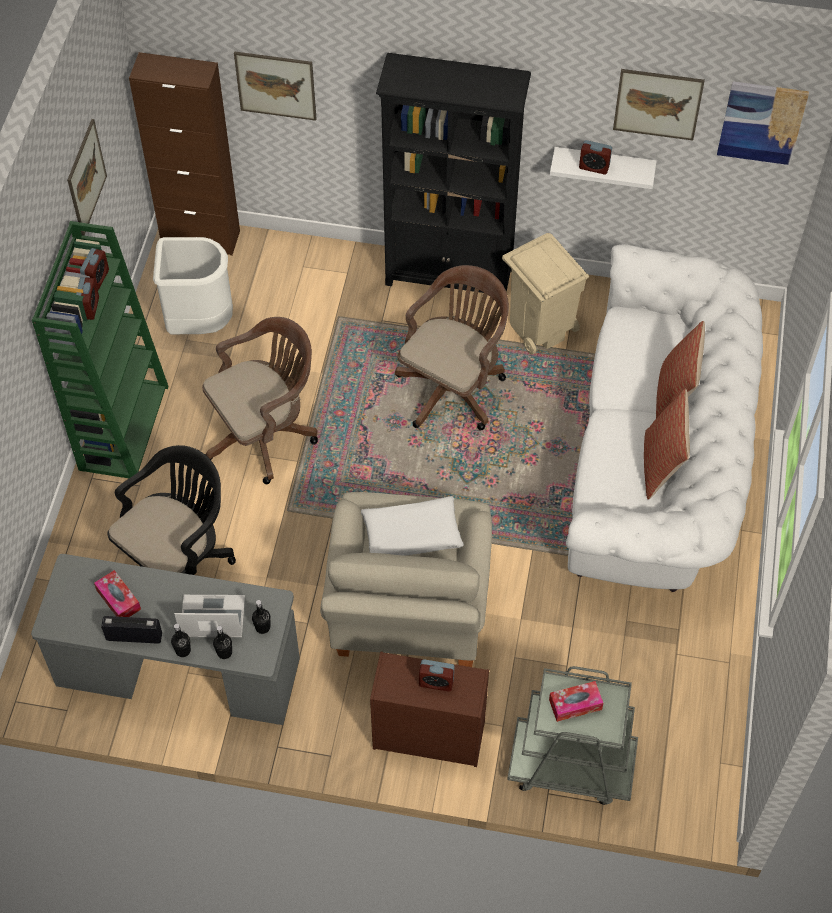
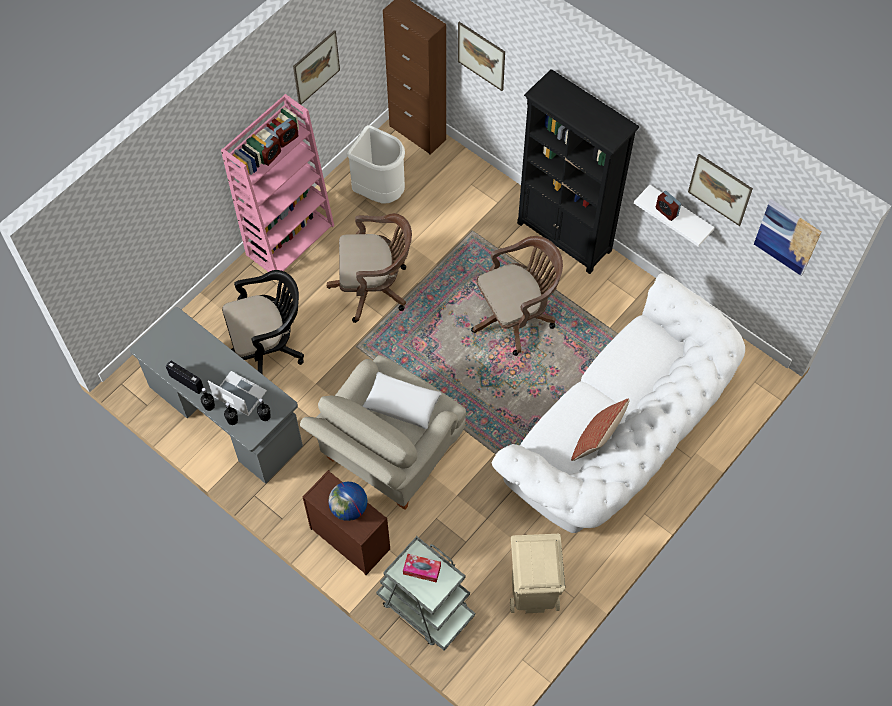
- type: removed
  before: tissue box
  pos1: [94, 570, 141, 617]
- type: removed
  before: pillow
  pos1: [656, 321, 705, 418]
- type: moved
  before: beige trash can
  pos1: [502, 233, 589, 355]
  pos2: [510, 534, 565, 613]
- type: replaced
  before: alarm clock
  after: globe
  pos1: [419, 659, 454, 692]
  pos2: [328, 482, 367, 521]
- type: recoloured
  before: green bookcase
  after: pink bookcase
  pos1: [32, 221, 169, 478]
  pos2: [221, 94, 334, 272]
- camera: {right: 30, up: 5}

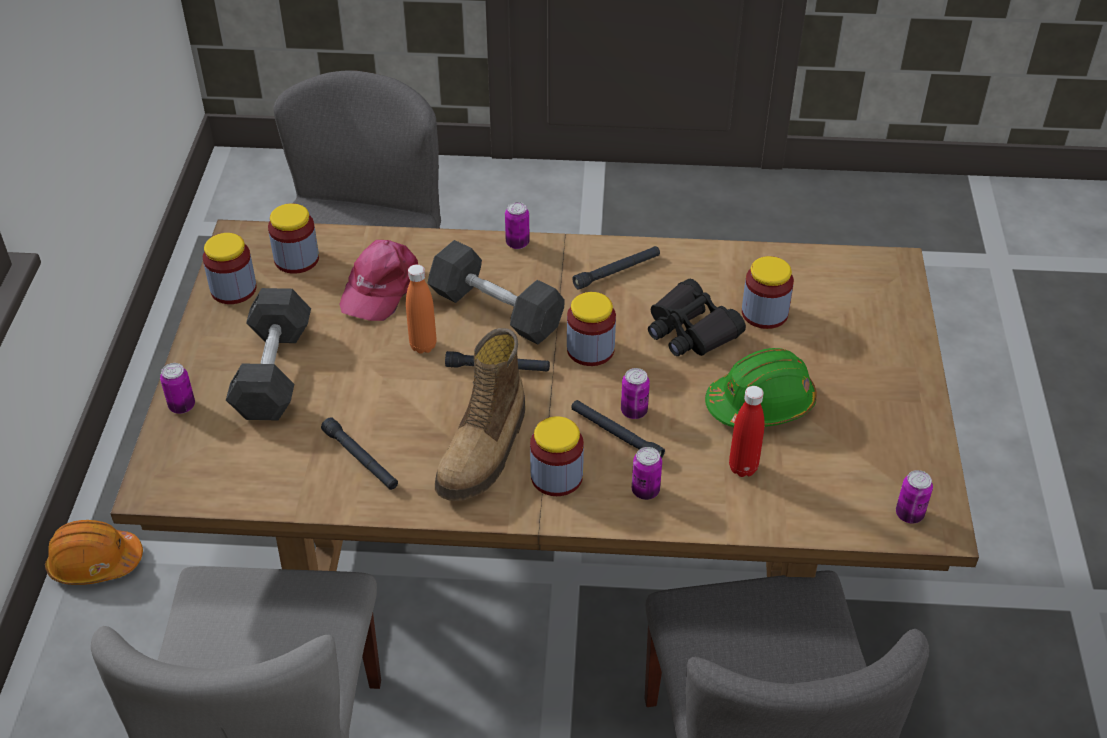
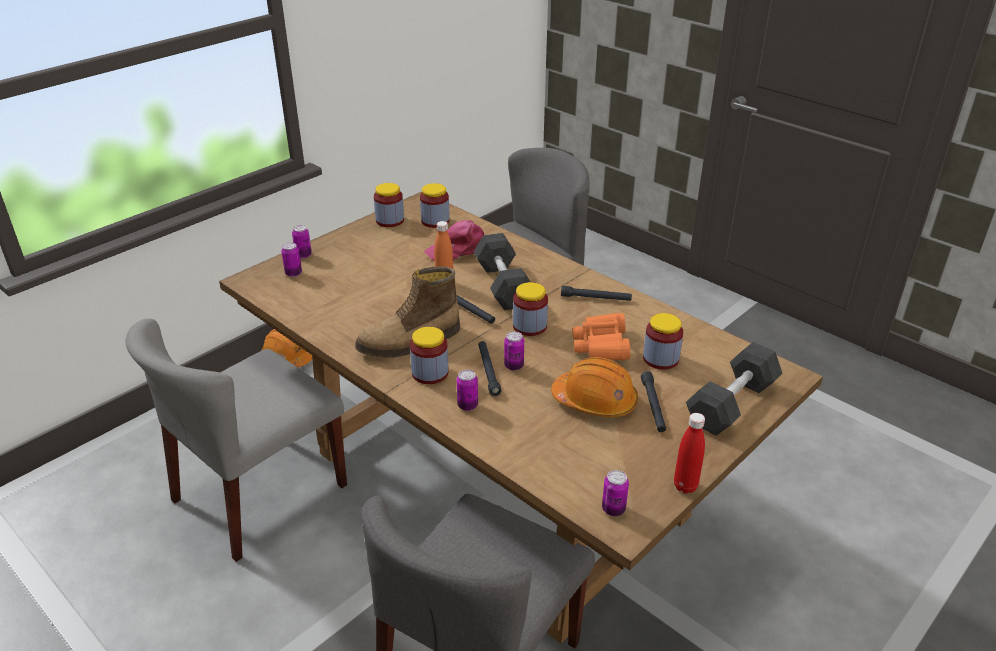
- type: moved
  before: grey dumbbell
  pos1: [226, 288, 311, 421]
  pos2: [686, 342, 783, 436]
- type: moved
  before: black flashlight
  pos1: [321, 417, 398, 490]
  pos2: [641, 371, 666, 432]
- type: moved
  before: can
  pos1: [505, 202, 530, 249]
  pos2: [281, 243, 302, 277]
- type: moved
  before: red bottle
  pos1: [729, 386, 765, 477]
  pos2: [674, 413, 705, 494]
- type: recoloured
  before: black binoculars
  after: orange binoculars
  pos1: [648, 279, 746, 356]
  pos2: [573, 313, 630, 361]
- type: recoloured
  before: green hard hat
  after: orange hard hat
  pos1: [705, 348, 817, 427]
  pos2: [551, 357, 638, 417]
- camera: {right: 40, up: -10}

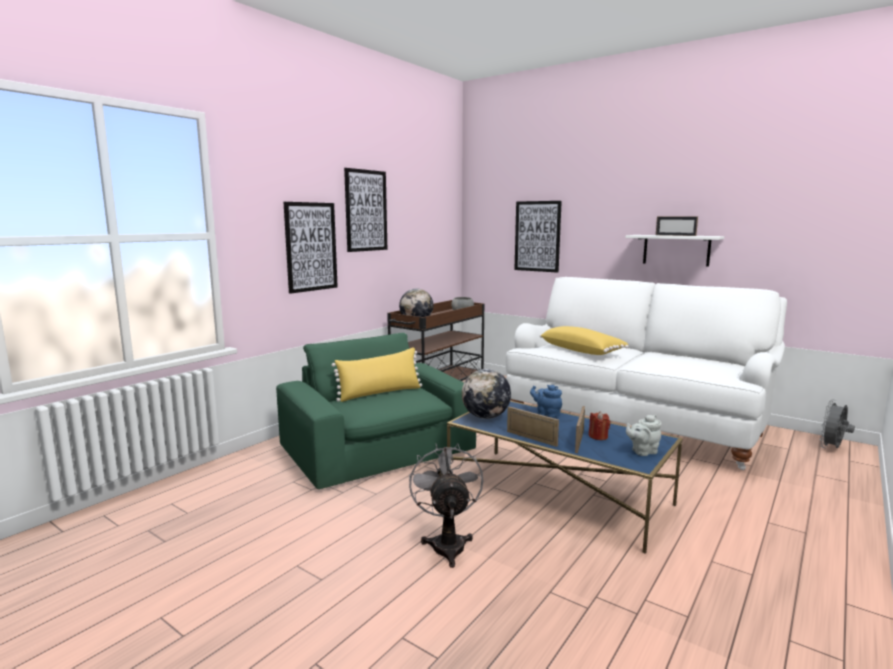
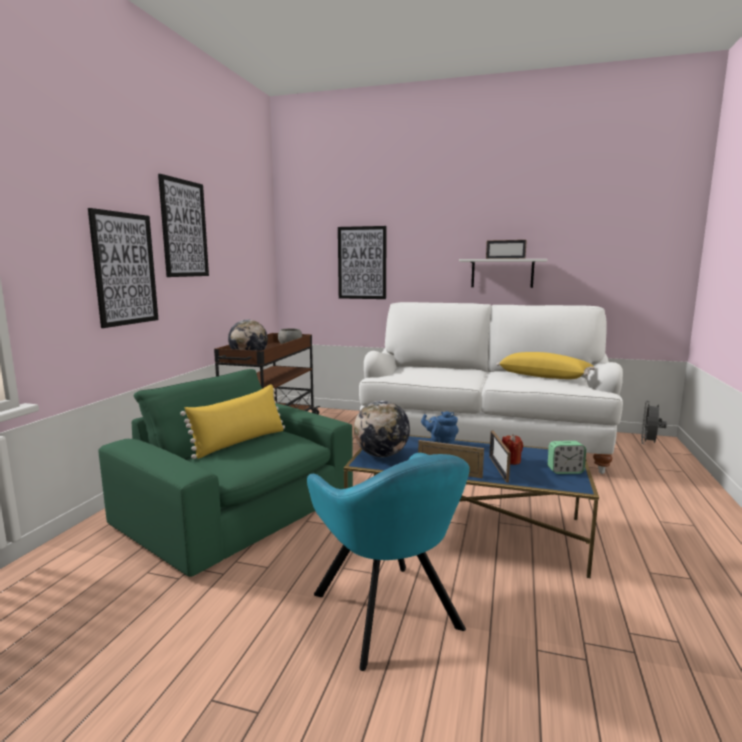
- type: moved
  before: yellow pillow
  pos1: [540, 326, 629, 355]
  pos2: [496, 352, 596, 379]
- type: replaced
  before: grey fan
  after: turquoise armchair
  pos1: [409, 443, 483, 568]
  pos2: [307, 453, 470, 671]
- type: replaced
  before: grey teapot
  after: alarm clock
  pos1: [626, 415, 662, 456]
  pos2: [548, 441, 586, 474]
- camera: {right: -20, up: 0}

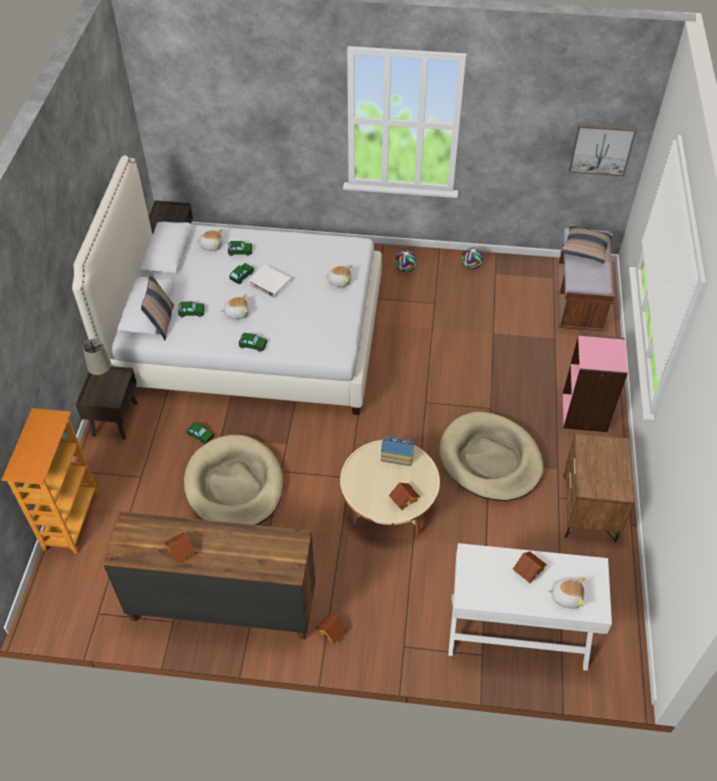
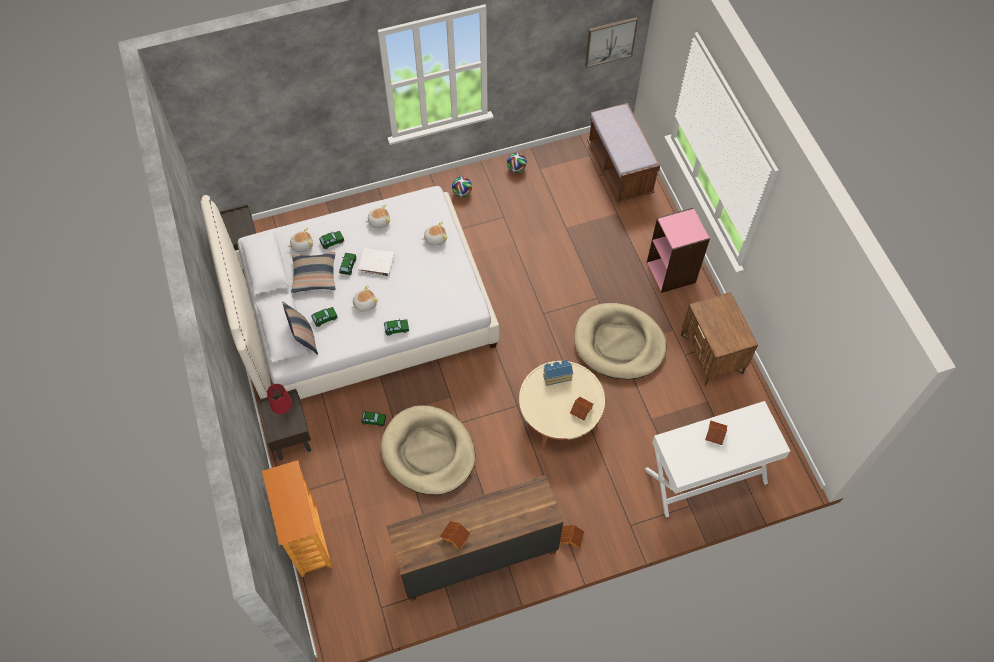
- type: moved
  before: plush toy
  pos1: [547, 577, 585, 609]
  pos2: [365, 204, 390, 228]
- type: moved
  before: pillow
  pos1: [561, 224, 613, 263]
  pos2: [291, 252, 336, 293]
- type: recoloured
  before: beige table lamp
  after: red table lamp
  pos1: [83, 339, 111, 389]
  pos2: [267, 384, 292, 419]
- camera: {right: -25, up: 10}

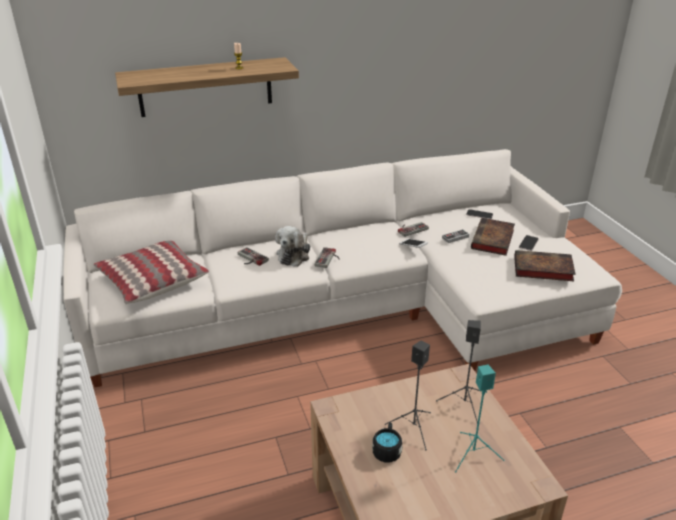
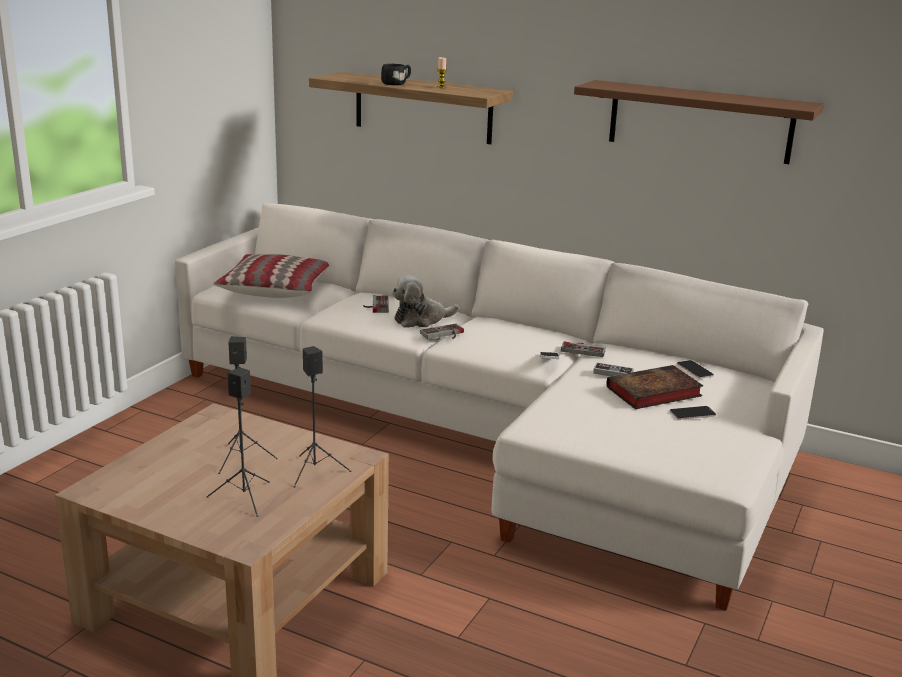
- type: removed
  before: book
  pos1: [514, 250, 576, 281]
- type: added
  after: brown shelf
  pos2: [574, 80, 824, 164]
- type: moved
  before: black mug
  pos1: [372, 422, 402, 462]
  pos2: [381, 64, 411, 85]
- type: recoloured
  before: turquoise speaker
  after: black speaker
  pos1: [455, 365, 505, 472]
  pos2: [206, 367, 270, 517]
- camera: {right: 45, up: -10}

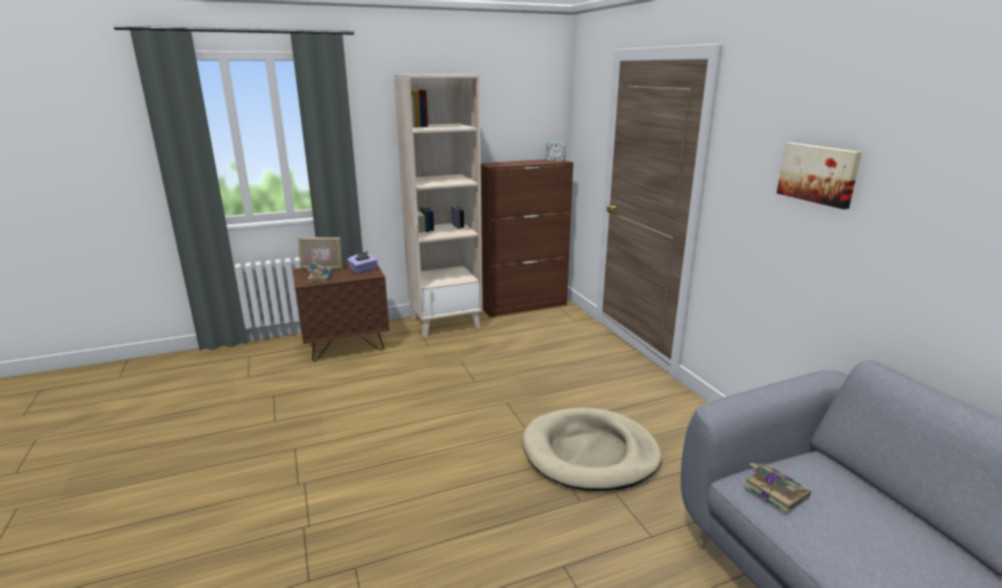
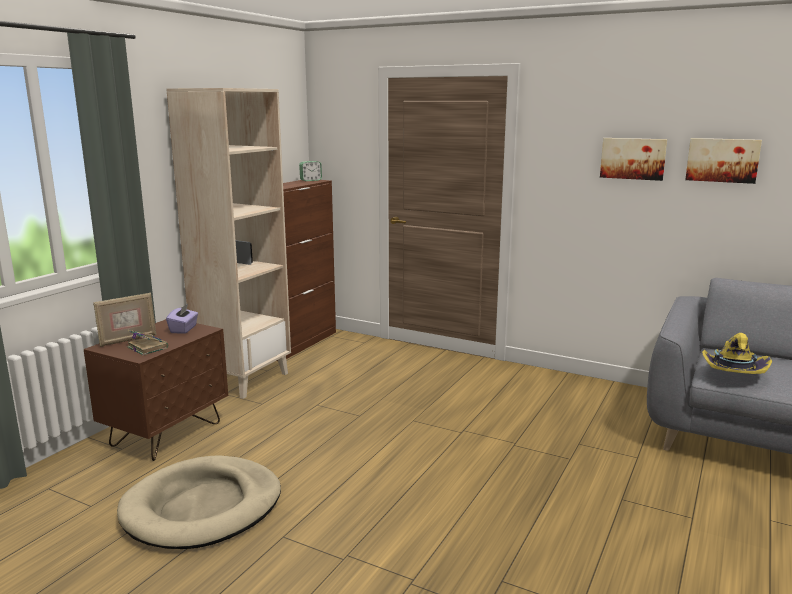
- type: added
  after: picture
  pos2: [685, 138, 762, 184]
- type: moved
  before: beige dog bed
  pos1: [522, 407, 662, 491]
  pos2: [117, 456, 281, 549]
- type: replaced
  before: book
  after: yellow hat
  pos1: [744, 463, 811, 514]
  pos2: [702, 333, 772, 374]
- camera: {right: -40, up: -5}

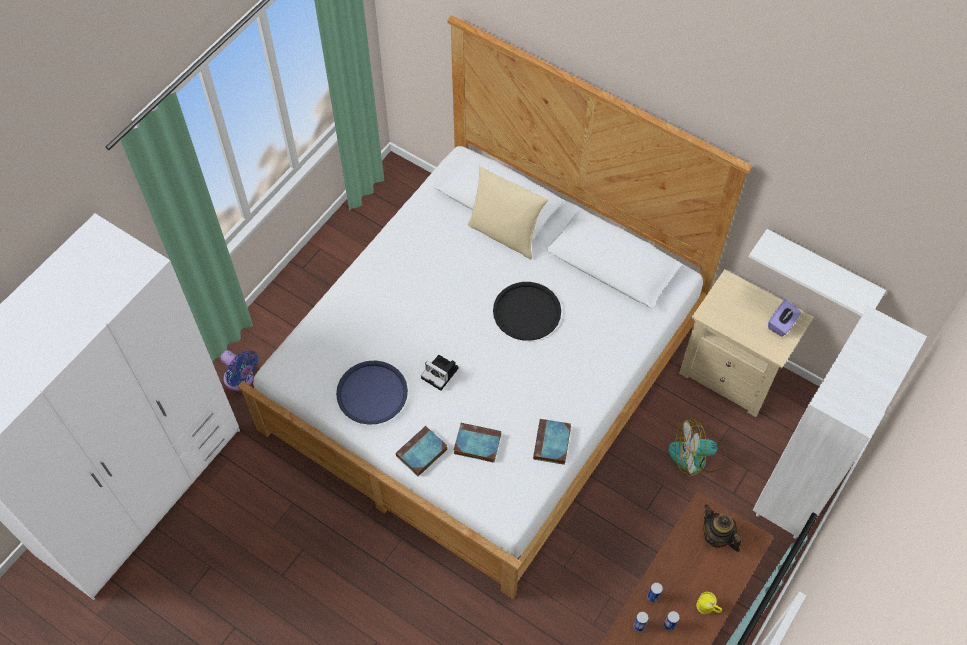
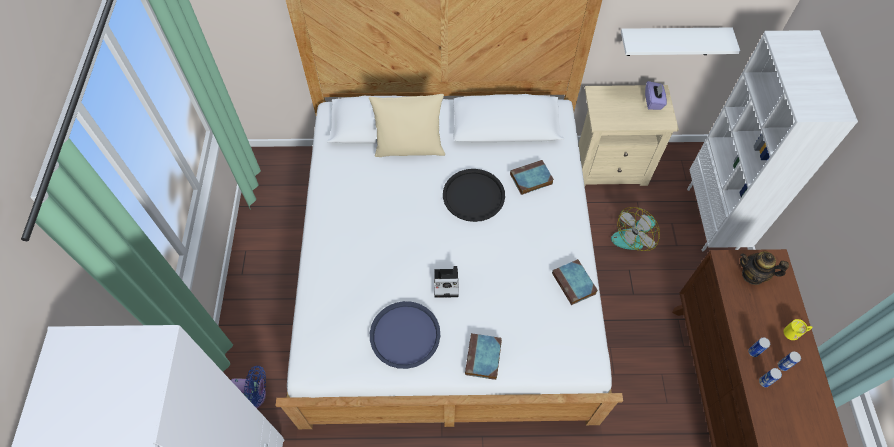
- type: moved
  before: book
  pos1: [454, 423, 501, 463]
  pos2: [510, 160, 554, 195]
- camera: {right: -35, up: 0}

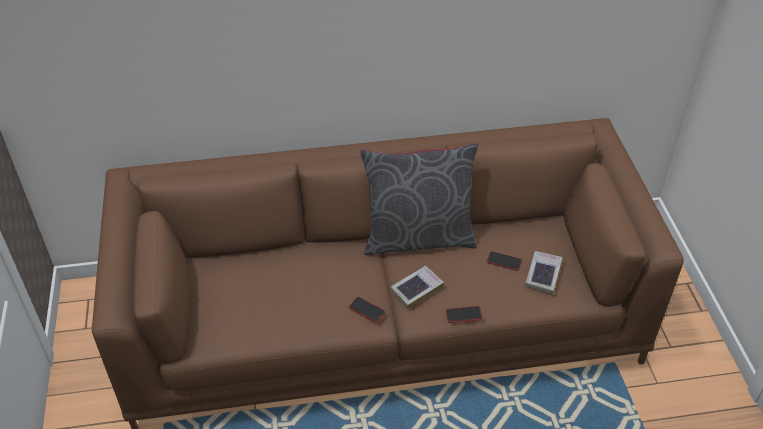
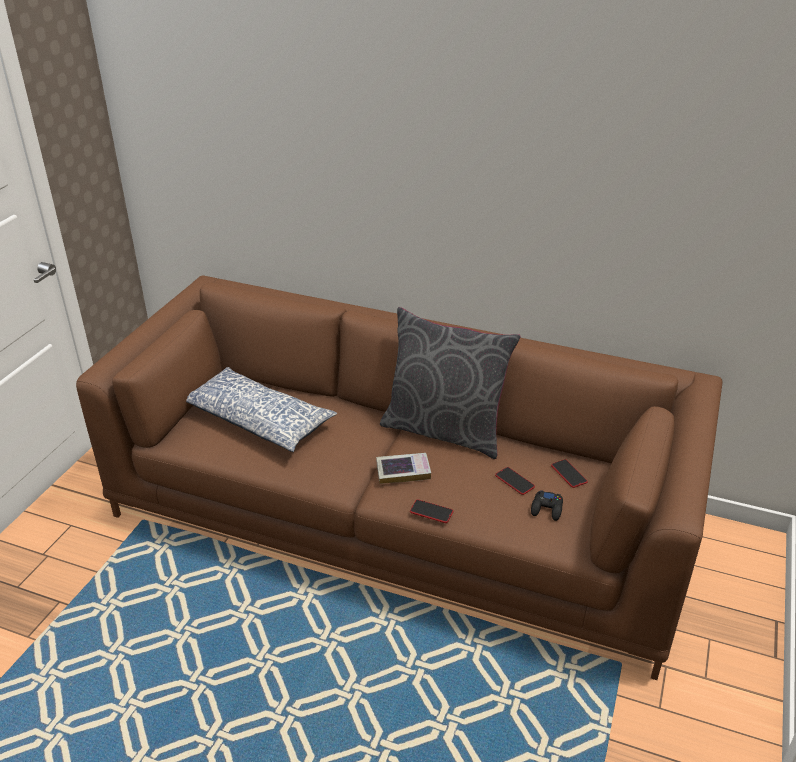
- type: added
  after: pillow
  pos2: [186, 367, 337, 452]
- type: moved
  before: phone
  pos1: [349, 297, 386, 323]
  pos2: [551, 459, 588, 488]
- type: replaced
  before: book
  after: black game controller
  pos1: [525, 251, 563, 295]
  pos2: [531, 490, 563, 521]
- camera: {right: 30, up: -10}

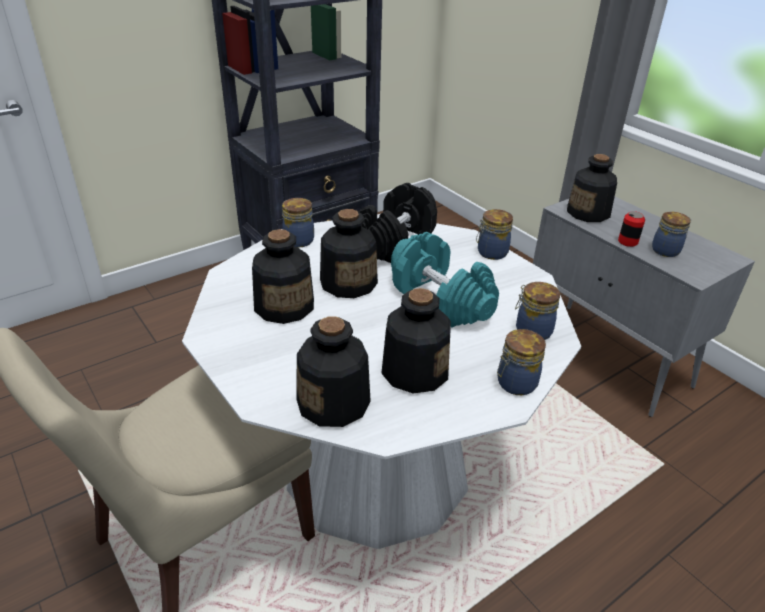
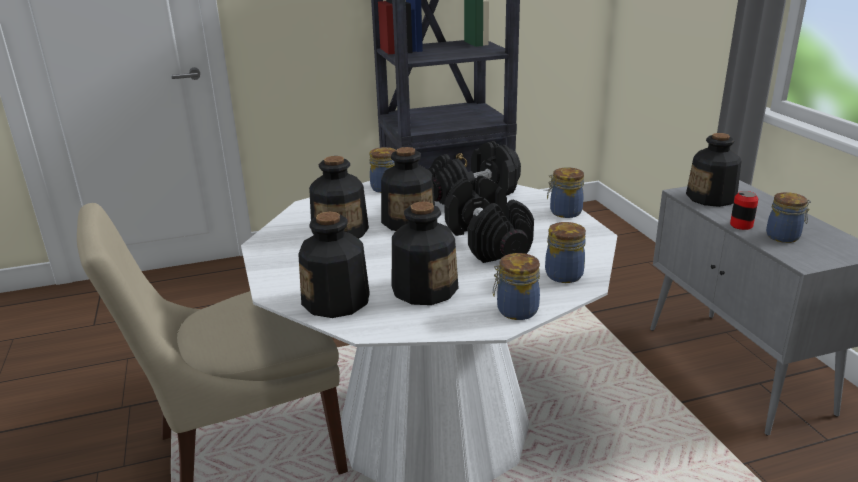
- type: recoloured
  before: turquoise dumbbell
  after: black dumbbell
  pos1: [391, 232, 499, 328]
  pos2: [444, 175, 534, 263]
- camera: {right: 20, up: -10}

